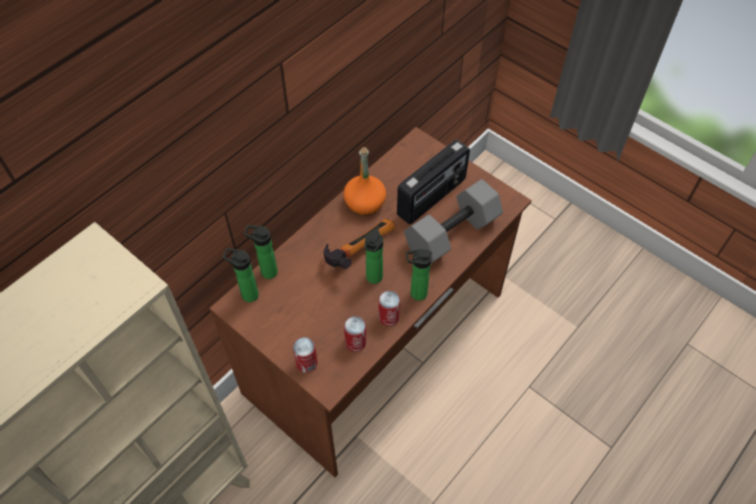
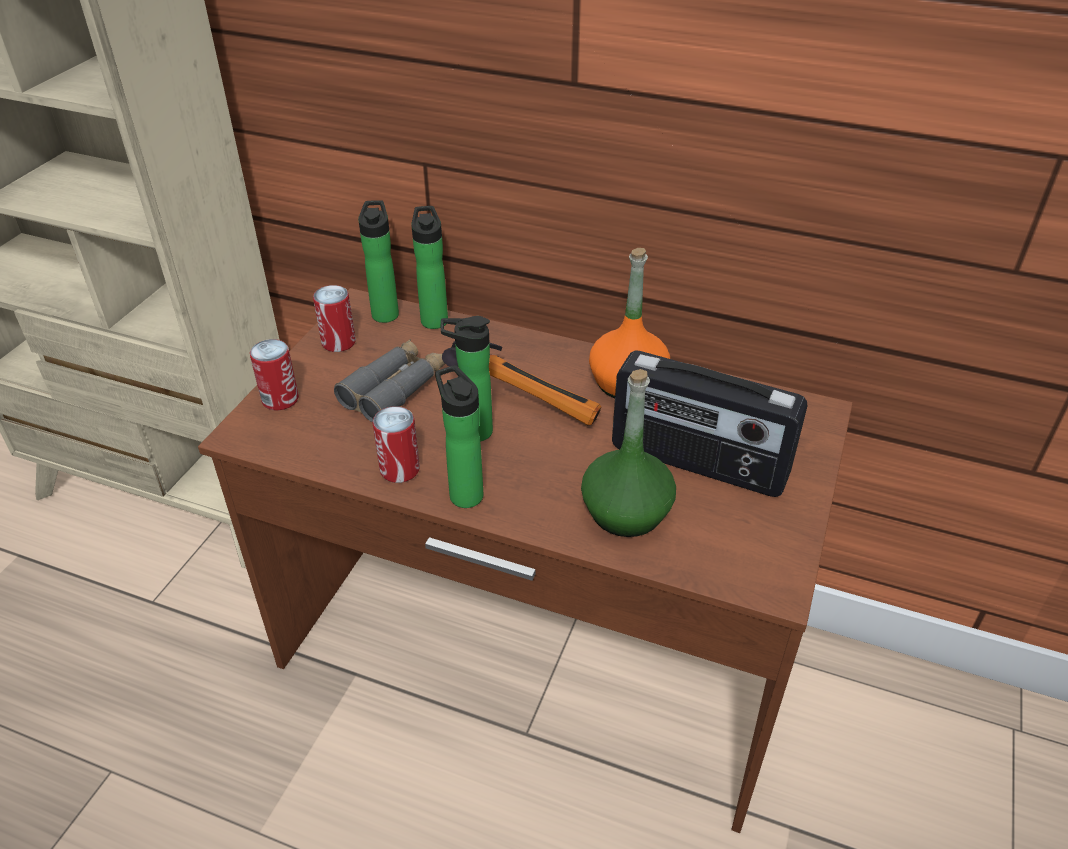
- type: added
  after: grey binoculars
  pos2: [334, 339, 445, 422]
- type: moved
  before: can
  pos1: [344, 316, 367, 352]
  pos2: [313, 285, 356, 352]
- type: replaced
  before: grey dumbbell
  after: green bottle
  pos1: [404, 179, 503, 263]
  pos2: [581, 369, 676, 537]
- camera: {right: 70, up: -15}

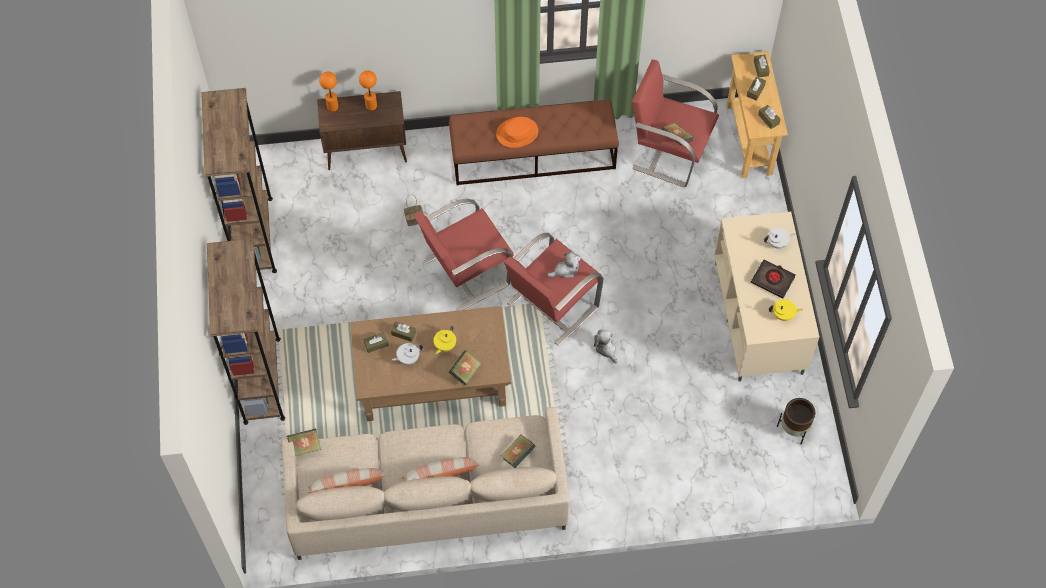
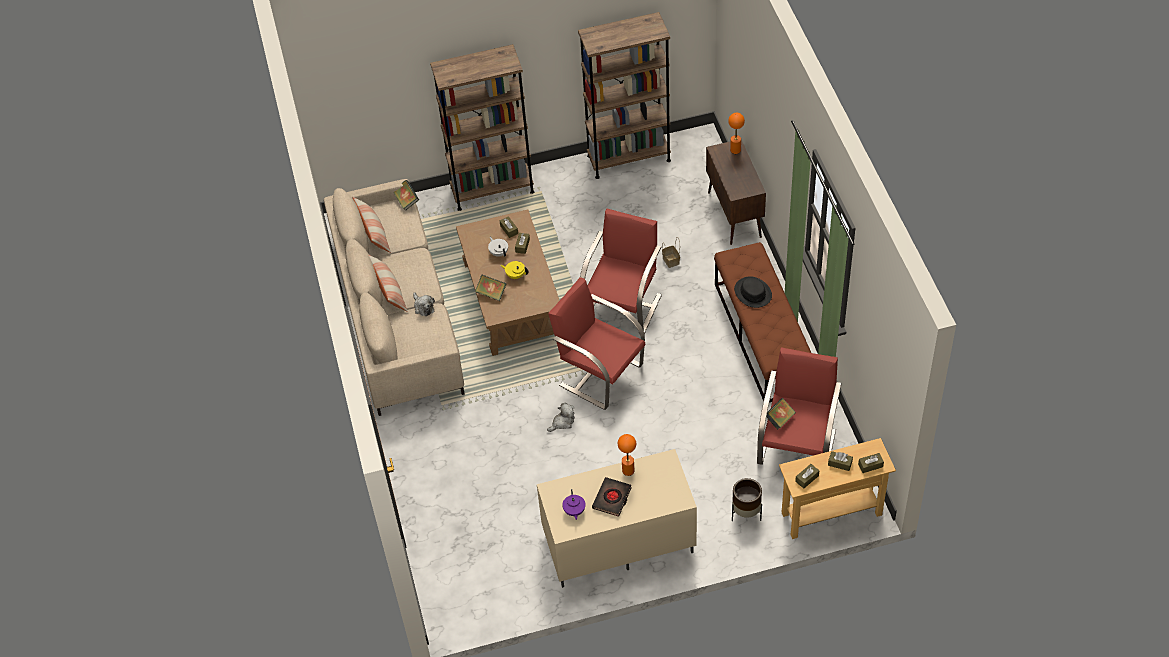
- type: removed
  before: book
  pos1: [501, 435, 536, 468]
- type: removed
  before: white teapot
  pos1: [764, 228, 796, 249]
- type: moved
  before: orange table lamp
  pos1: [359, 70, 377, 111]
  pos2: [618, 434, 636, 476]
- type: moved
  before: plush toy
  pos1: [547, 251, 581, 278]
  pos2: [413, 292, 435, 316]
- type: moved
  before: brown planter
  pos1: [777, 398, 815, 444]
  pos2: [732, 478, 762, 521]
- type: recoloured
  before: orange hat
  after: black hat
  pos1: [496, 117, 538, 148]
  pos2: [734, 277, 772, 308]
- type: recoloured
  before: yellow teapot
  after: purple teapot
  pos1: [769, 299, 803, 321]
  pos2: [562, 489, 585, 520]
- type: turned
  before: red armchair
  pos1: [413, 199, 514, 311]
  pos2: [580, 209, 662, 333]
  turn: 60
- camera: {right: 85, up: -10}

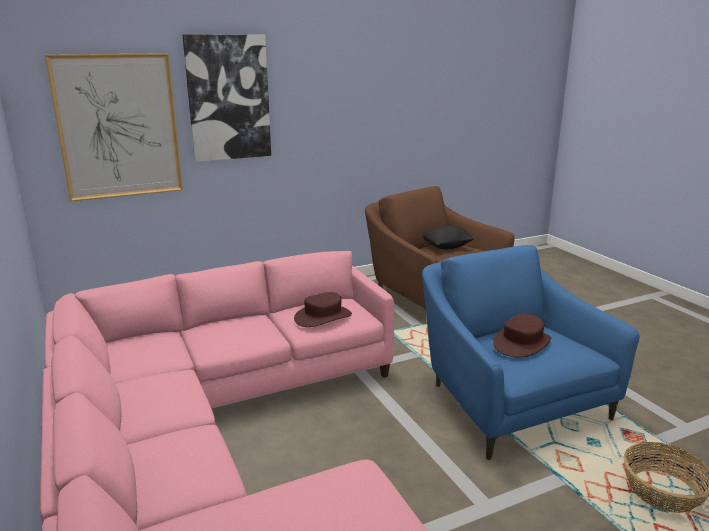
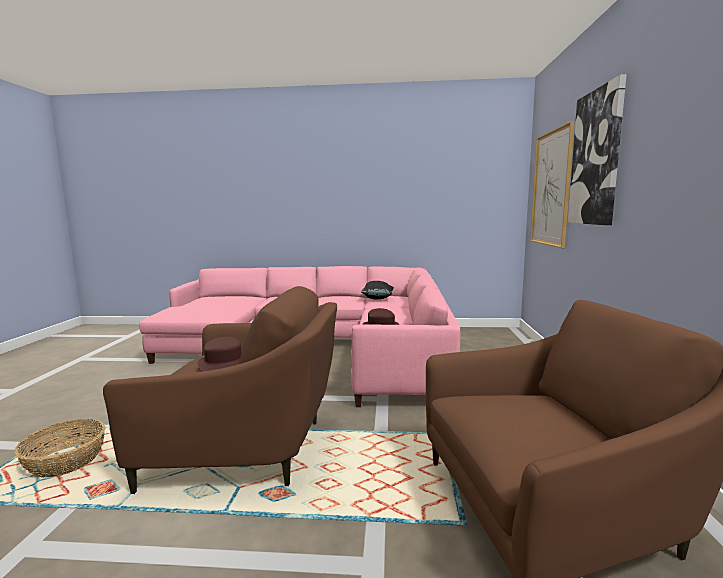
- type: moved
  before: black pillow
  pos1: [423, 225, 475, 249]
  pos2: [361, 281, 394, 299]
- type: recoloured
  before: blue armchair
  after: brown armchair
  pos1: [422, 245, 640, 460]
  pos2: [103, 286, 337, 494]
- camera: {right: 120, up: -10}

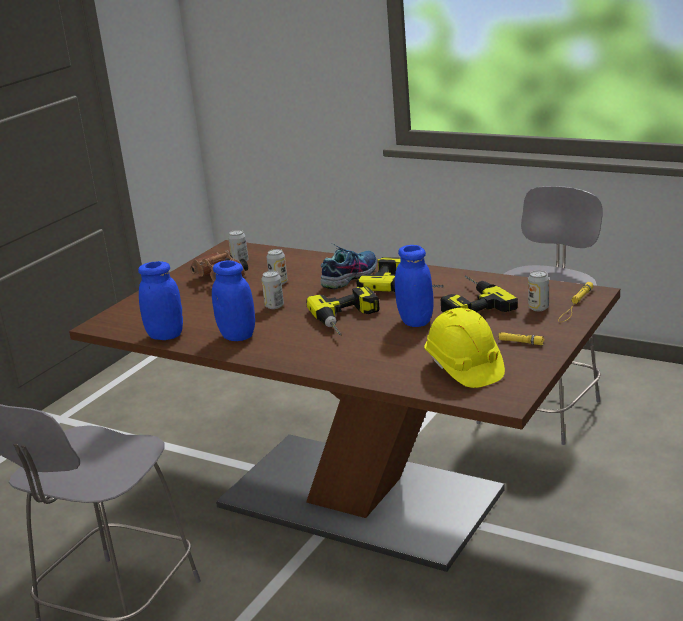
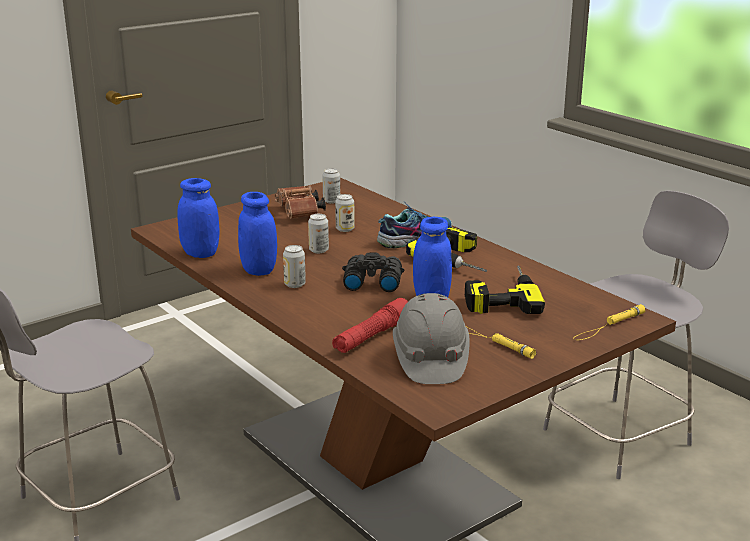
- type: added
  after: red flashlight
  pos2: [332, 298, 408, 353]
- type: moved
  before: can
  pos1: [528, 270, 549, 311]
  pos2: [283, 245, 306, 288]
- type: replaced
  before: power drill
  after: black binoculars
  pos1: [306, 287, 380, 336]
  pos2: [342, 252, 404, 292]
- type: recoloured
  before: yellow hard hat
  after: grey hard hat
  pos1: [424, 308, 505, 388]
  pos2: [393, 293, 470, 384]
- camera: {right: 20, up: 0}

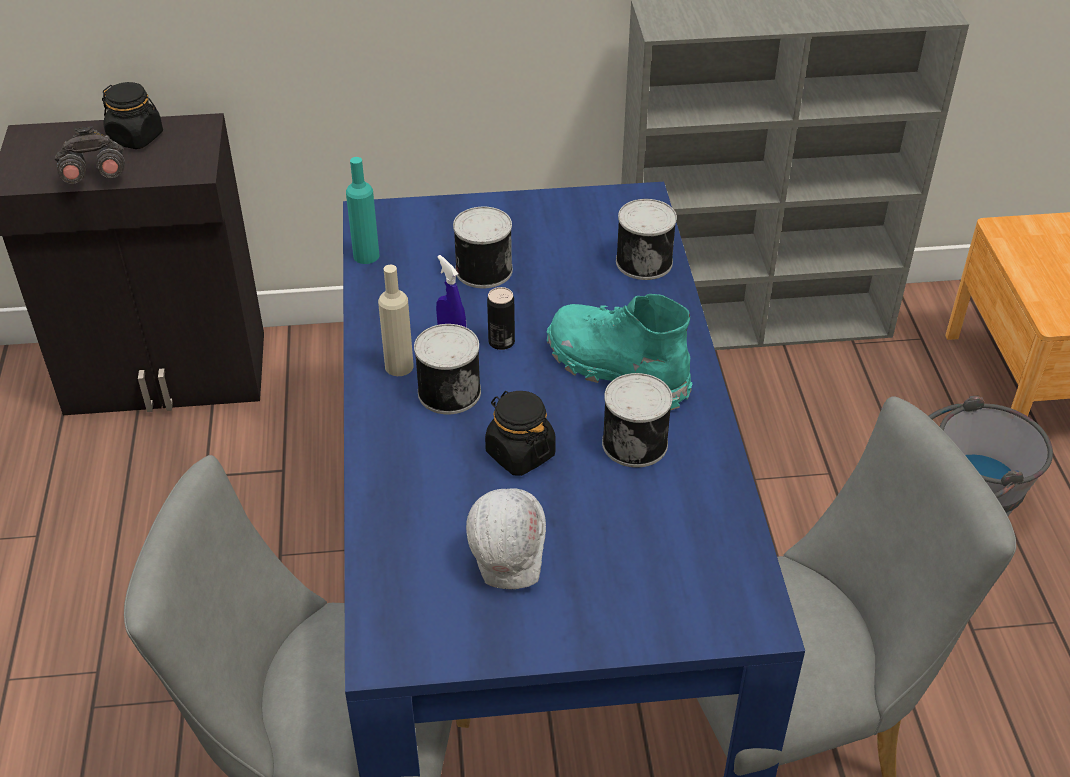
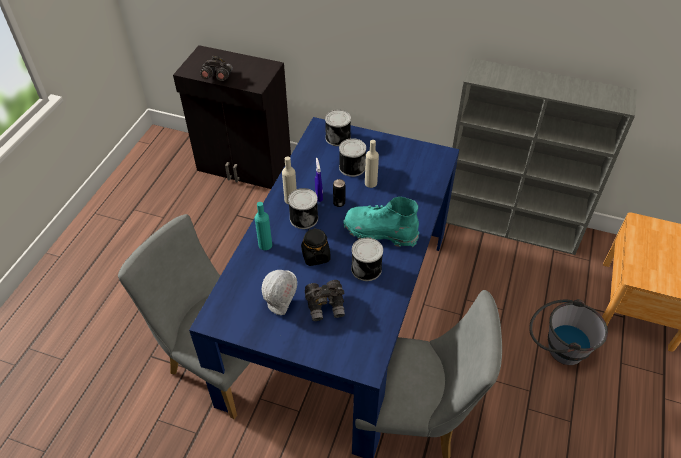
- type: removed
  before: black jar
  pos1: [102, 82, 163, 149]
- type: added
  after: grey binoculars
  pos2: [305, 280, 345, 321]
- type: added
  after: beige bottle
  pos2: [365, 140, 379, 188]
- type: moved
  before: turquoise bottle
  pos1: [346, 157, 379, 264]
  pos2: [255, 202, 272, 250]
- type: moved
  before: can
  pos1: [616, 199, 677, 280]
  pos2: [325, 110, 351, 146]
- type: turned
  before: turquoise boot
  pos1: [547, 294, 692, 411]
  pos2: [343, 197, 419, 247]
  turn: -45
- camera: {right: 25, up: 5}

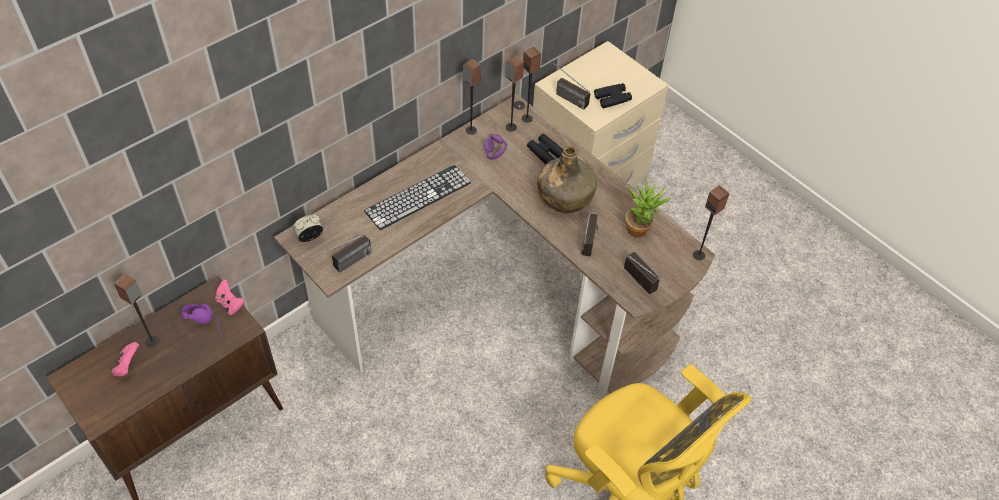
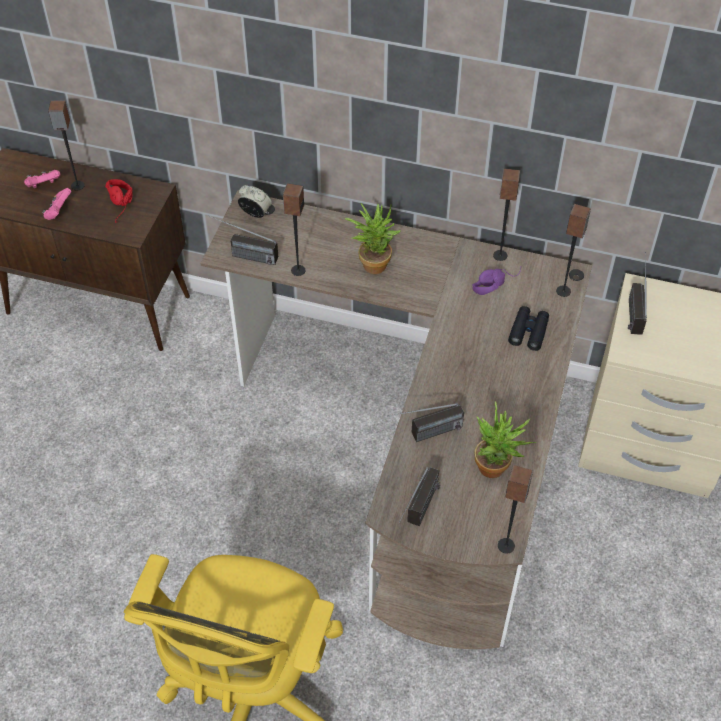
- type: removed
  before: green bottle
  pos1: [537, 146, 597, 213]
- type: removed
  before: black binoculars
  pos1: [594, 83, 632, 108]
- type: moved
  before: pink game controller
  pos1: [215, 280, 245, 315]
  pos2: [42, 188, 72, 220]
- type: moved
  before: speaker
  pos1: [505, 55, 524, 131]
  pos2: [283, 183, 306, 276]
- type: replaced
  before: keyboard
  after: potted plant
  pos1: [364, 165, 471, 230]
  pos2: [345, 203, 401, 274]
- type: recoloured
  before: purple headphones
  after: red headphones
  pos1: [181, 304, 227, 334]
  pos2: [105, 179, 133, 223]
- camera: {right: 60, up: 0}

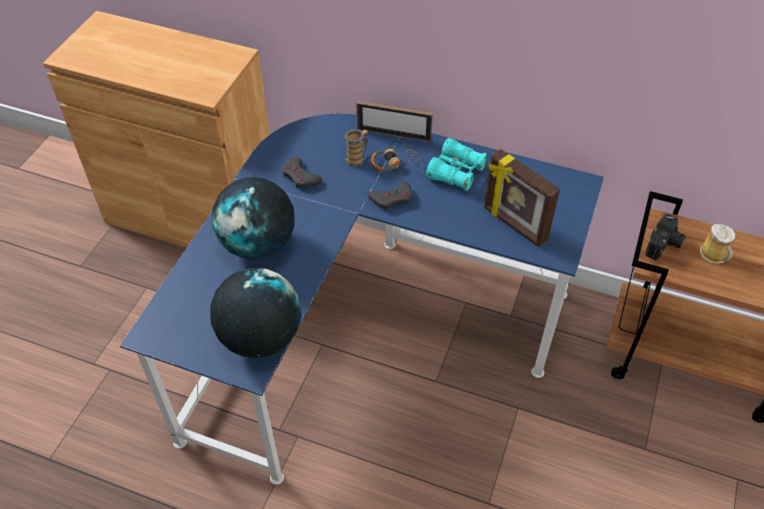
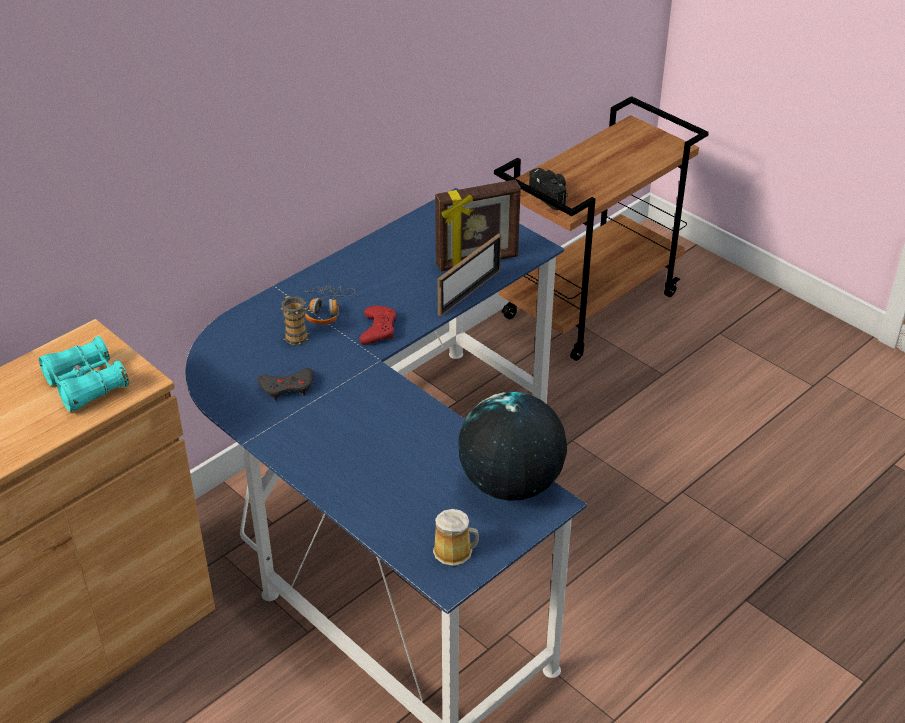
- type: removed
  before: globe
  pos1: [212, 177, 295, 260]
- type: moved
  before: picture frame
  pos1: [356, 101, 433, 142]
  pos2: [437, 234, 501, 316]
- type: moved
  before: turquoise binoculars
  pos1: [426, 138, 488, 191]
  pos2: [39, 336, 129, 412]
- type: moved
  before: mug
  pos1: [700, 224, 735, 264]
  pos2: [433, 509, 479, 566]
- type: recoloured
  before: grey game controller
  after: red game controller
  pos1: [368, 182, 412, 211]
  pos2: [359, 306, 396, 344]
- camera: {right: -65, up: -10}

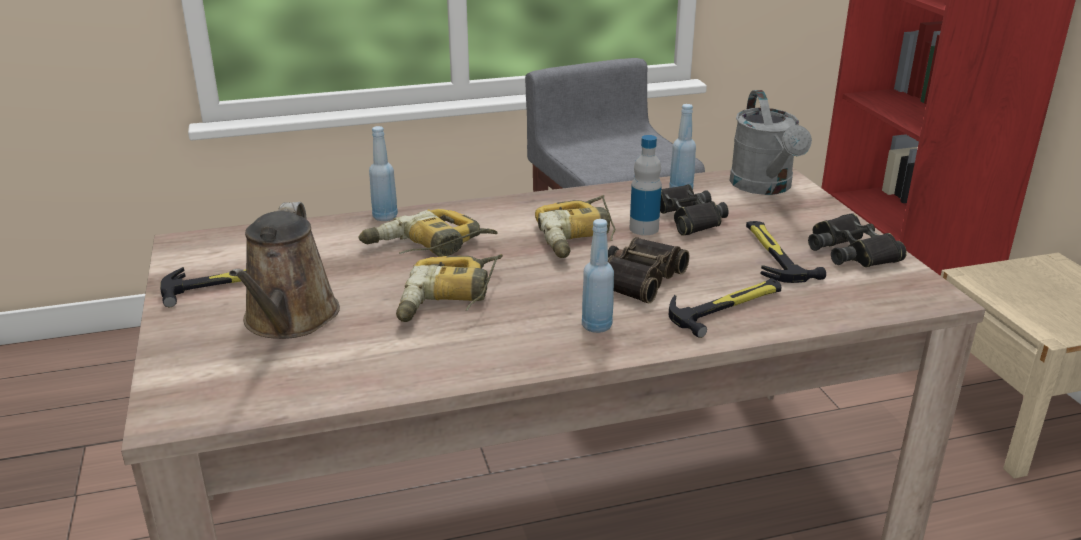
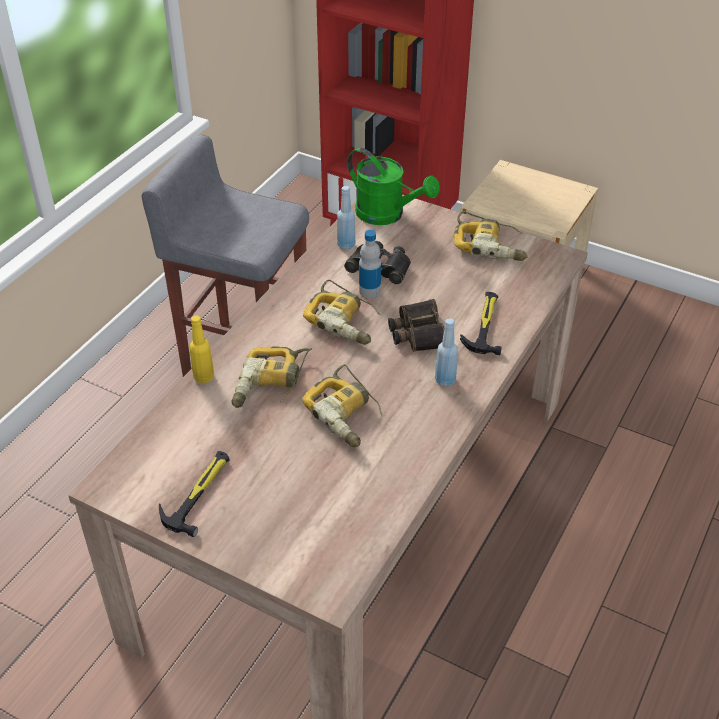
- type: removed
  before: brown watering can
  pos1: [229, 202, 340, 339]
- type: removed
  before: hammer
  pos1: [746, 221, 826, 283]
- type: replaced
  before: black binoculars
  after: power drill
  pos1: [808, 213, 907, 267]
  pos2: [454, 212, 528, 261]
- type: recoloured
  before: blue bottle
  after: yellow bottle
  pos1: [369, 126, 398, 221]
  pos2: [189, 316, 214, 383]
- type: recoloured
  before: grey watering can
  after: green watering can
  pos1: [729, 90, 812, 195]
  pos2: [348, 147, 440, 225]
- camera: {right: -45, up: 15}

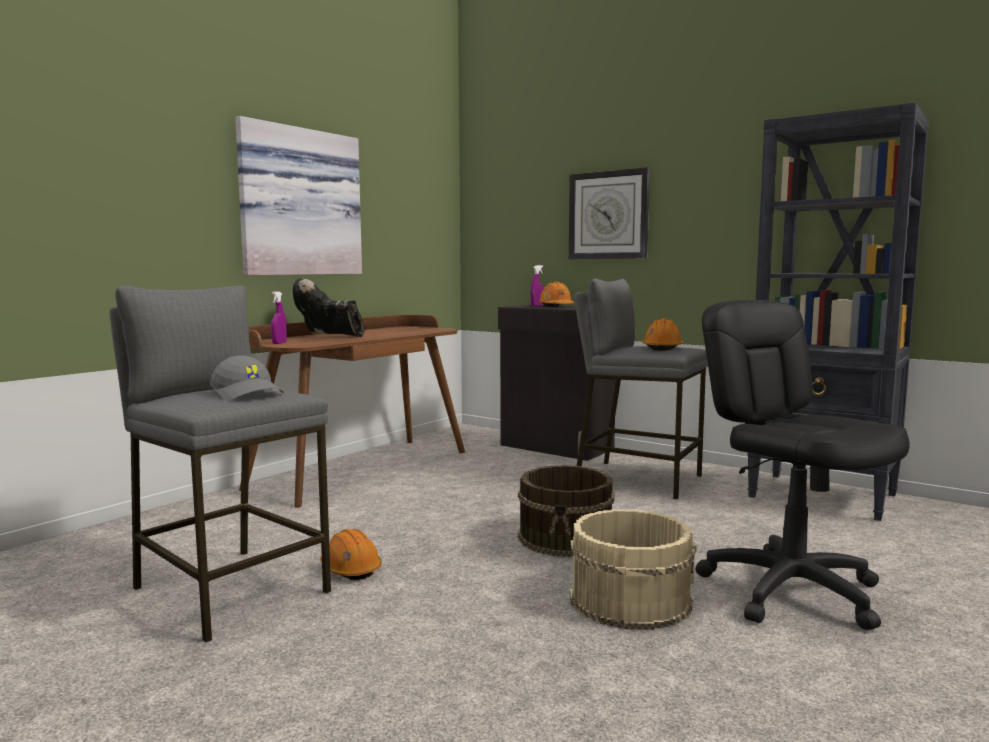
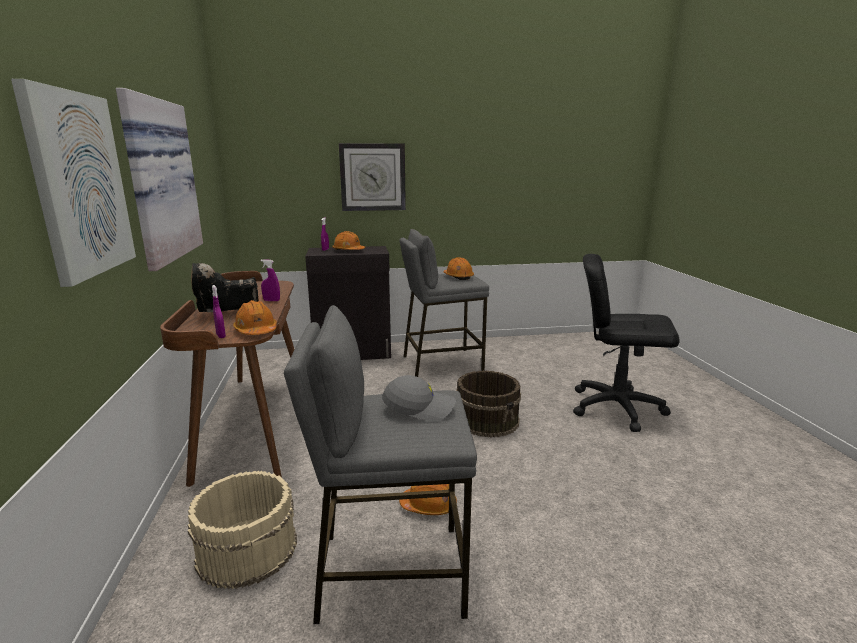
- type: removed
  before: black bookcase
  pos1: [747, 102, 929, 521]
- type: added
  after: picture
  pos2: [11, 79, 136, 287]
- type: added
  after: orange hard hat
  pos2: [233, 300, 277, 335]
- type: added
  after: purple spray bottle
  pos2: [261, 259, 280, 301]
- type: moved
  before: beige bucket
  pos1: [570, 509, 697, 630]
  pos2: [188, 471, 297, 589]
- camera: {right: -45, up: 10}

